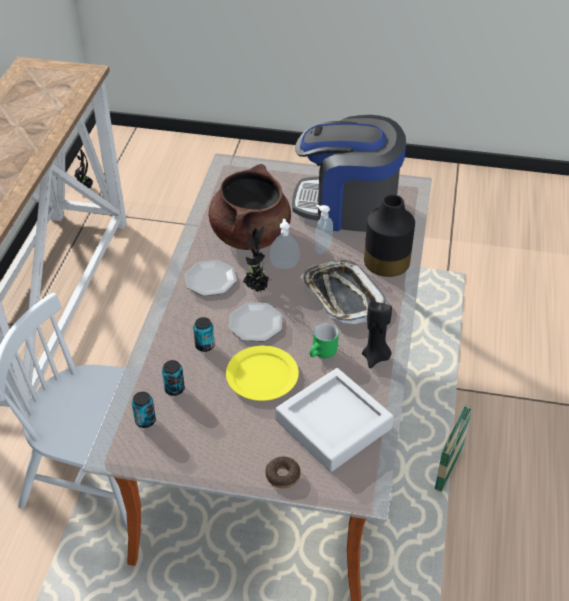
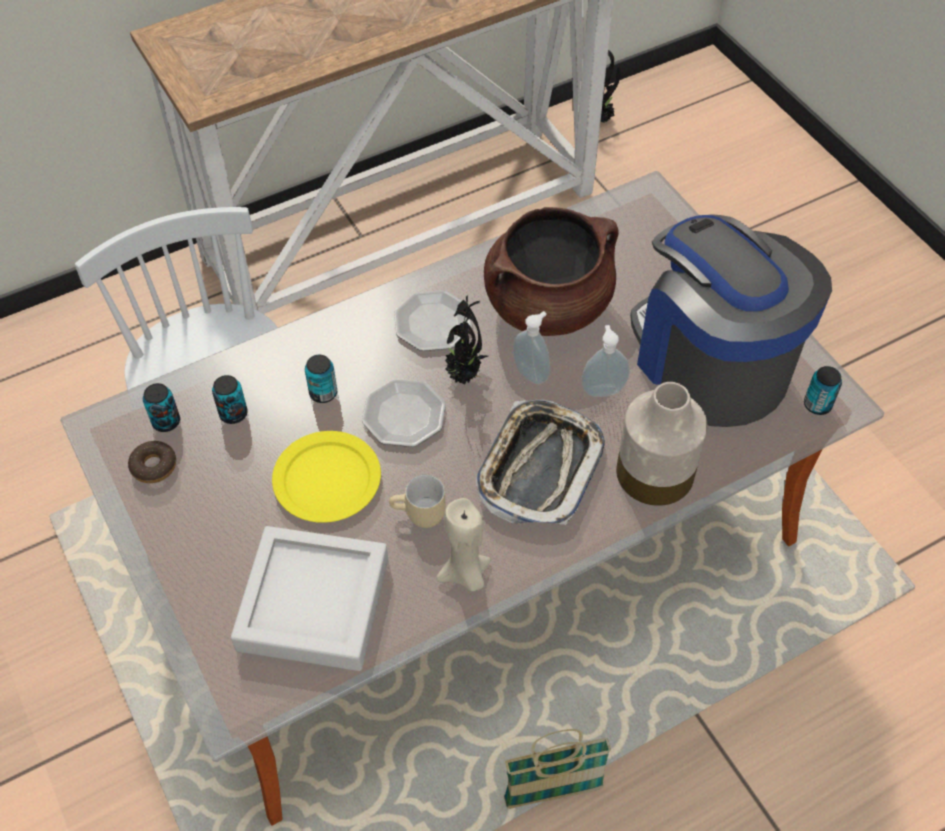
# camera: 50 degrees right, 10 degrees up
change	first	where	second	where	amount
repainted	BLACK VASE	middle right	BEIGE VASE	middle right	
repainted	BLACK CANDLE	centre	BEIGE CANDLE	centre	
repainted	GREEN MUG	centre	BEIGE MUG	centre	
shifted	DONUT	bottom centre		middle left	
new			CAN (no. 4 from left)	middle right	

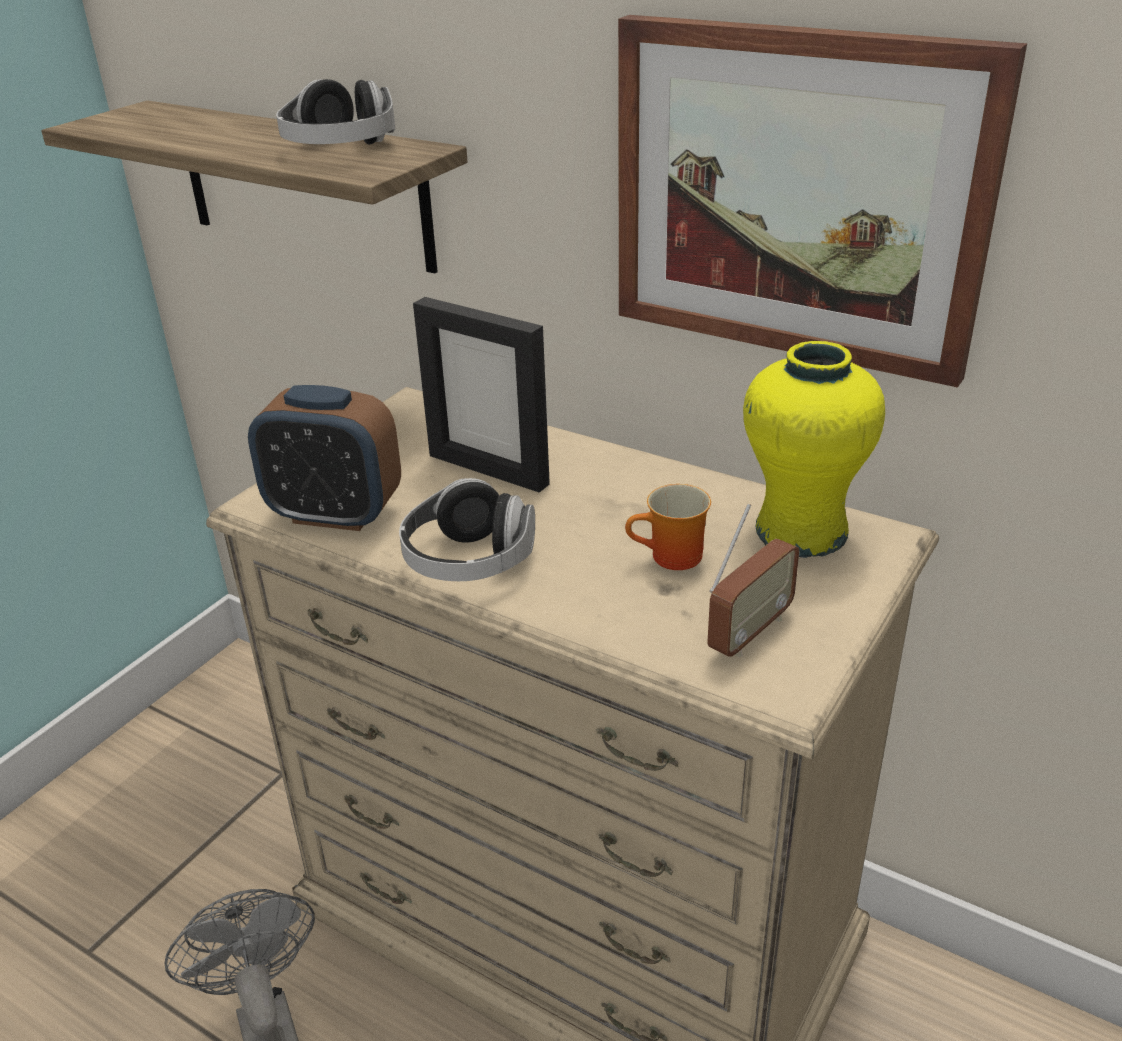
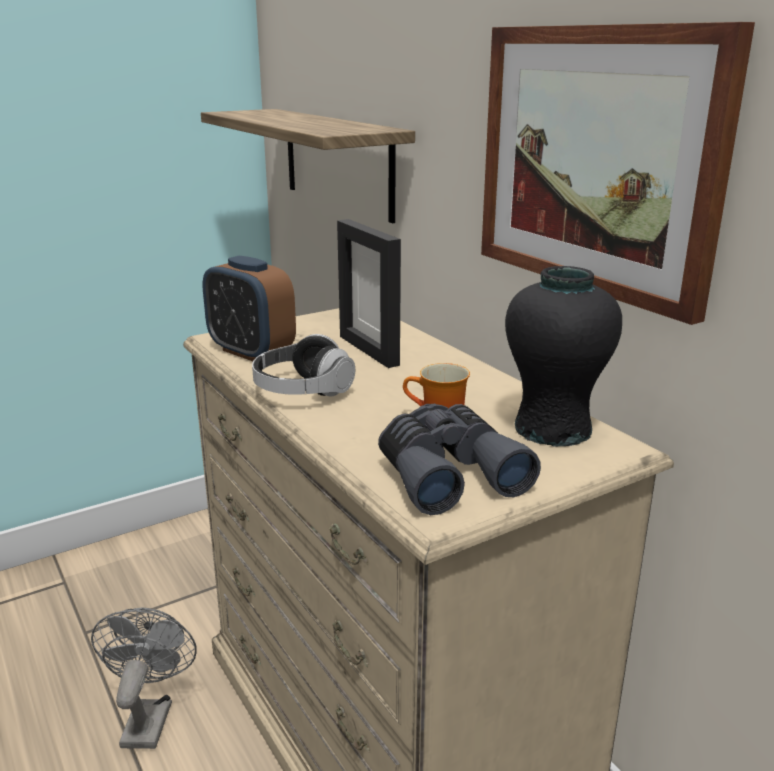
# camera: 25 degrees right, 10 degrees down
change	first	where	second	where	amount
gone	HEADPHONES (no. 1 from left)	top left			
repainted	YELLOW VASE	middle right	BLACK VASE	middle right	
swapped	RADIO	middle right	GREY BINOCULARS	centre	

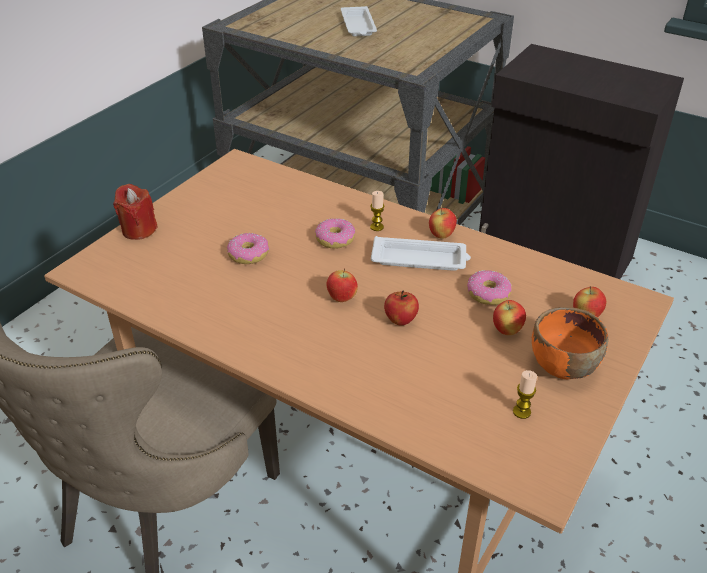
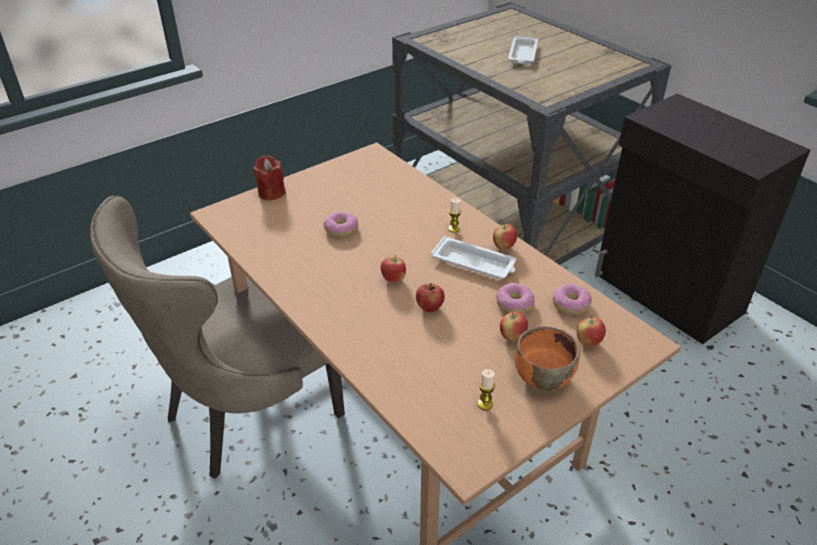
# camera: 20 degrees right, 0 degrees up
change	first	where	second	where	amount
shifted	DONUT (no. 2 from left in the first image)	centre	DONUT (no. 3 from left)	middle right	

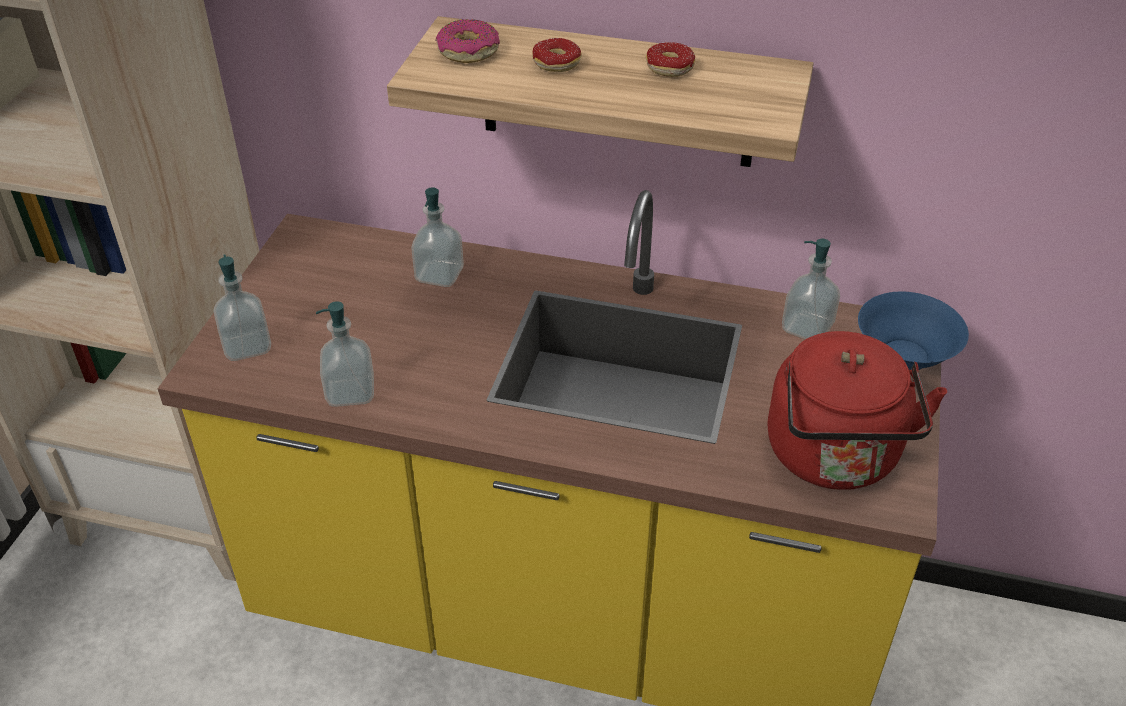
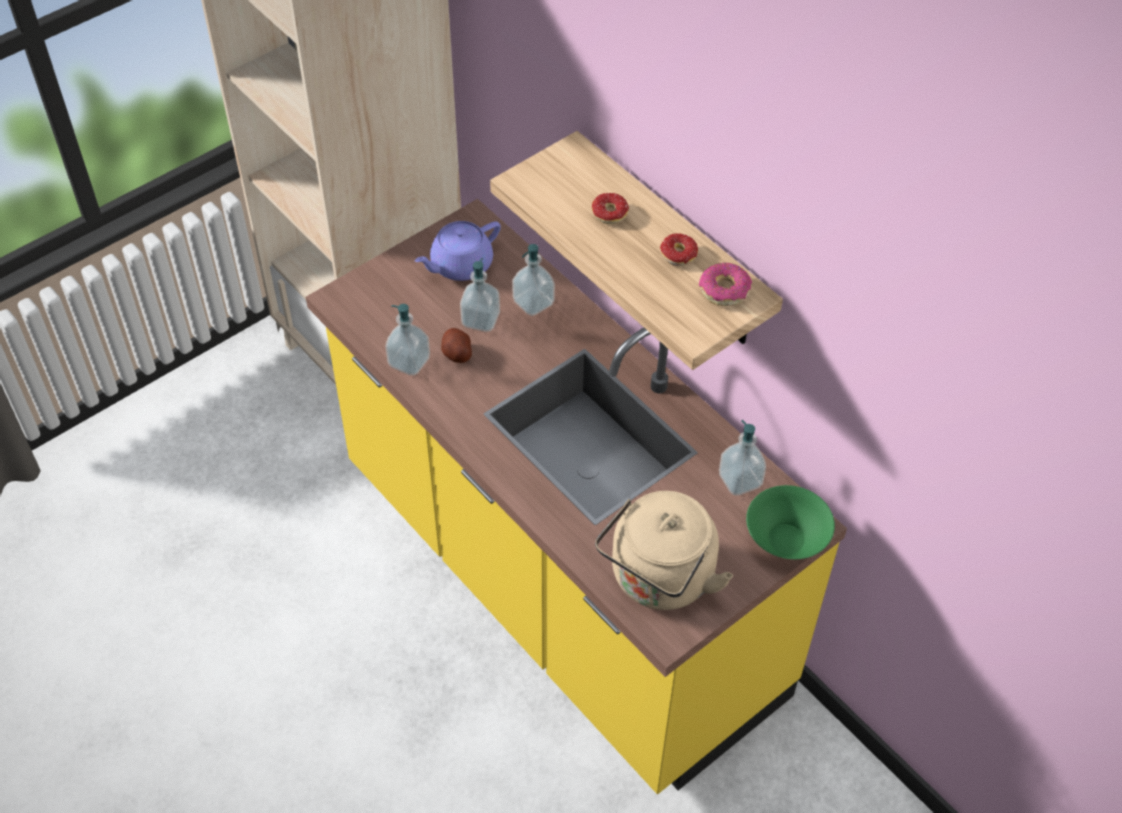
# camera: 35 degrees right, 10 degrees up
change	first	where	second	where	amount
shifted	DONUT (no. 1 from left in the first image)	top centre	DONUT (no. 3 from left)	centre	
shifted	SOAP DISPENSER (no. 1 from left in the first image)	middle left	SOAP DISPENSER (no. 2 from left)	centre	
repainted	BLUE BOWL	middle right	GREEN BOWL	middle right	
repainted	RED KETTLE	middle right	BEIGE KETTLE	bottom centre	
new			PURPLE TEAPOT	top centre	
new			POTATO	centre	

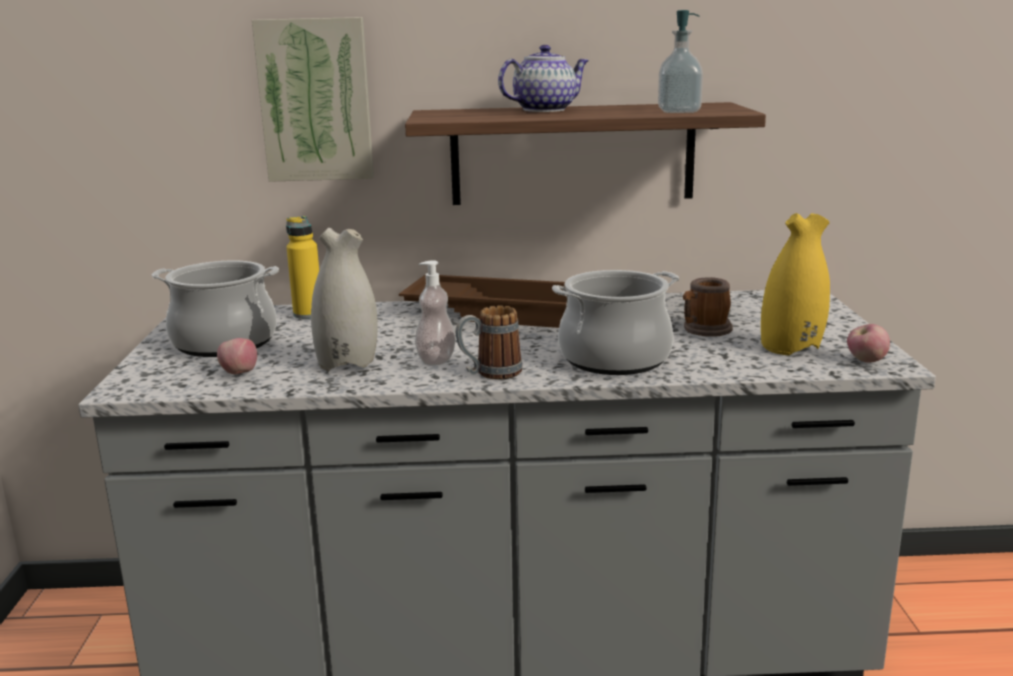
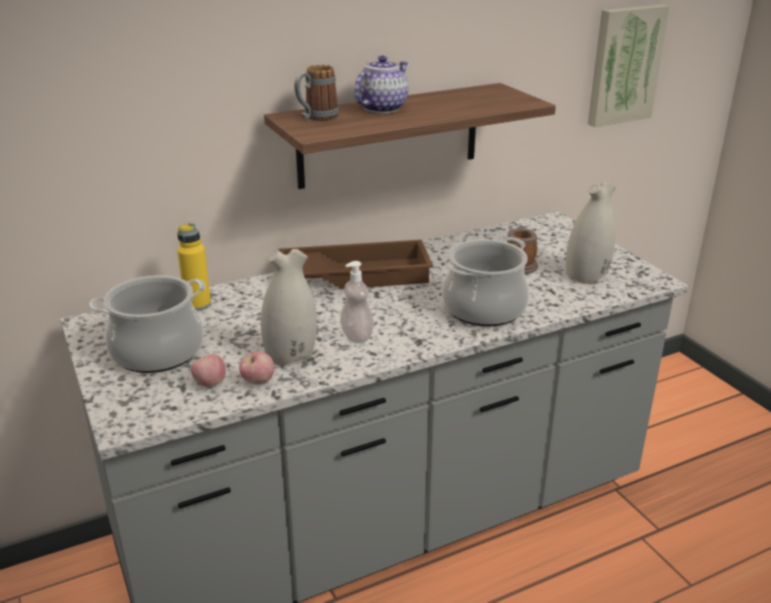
# camera: 25 degrees left, 10 degrees up
change	first	where	second	where	amount
gone	SOAP DISPENSER (no. 2 from left)	top right			
shifted	PICTURE	top left		top right	
repainted	YELLOW VASE	middle right	WHITE VASE (no. 2 from left)	middle right	
shifted	MUG (no. 1 from left)	centre		top centre	
shifted	APPLE (no. 2 from left)	middle right		centre	

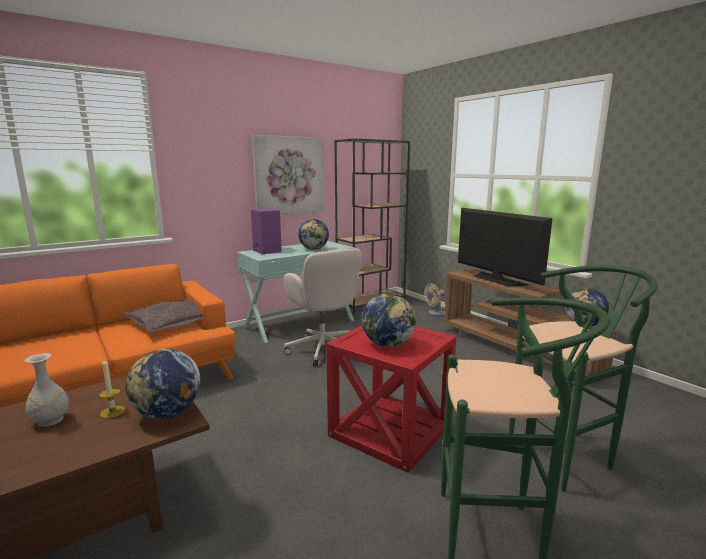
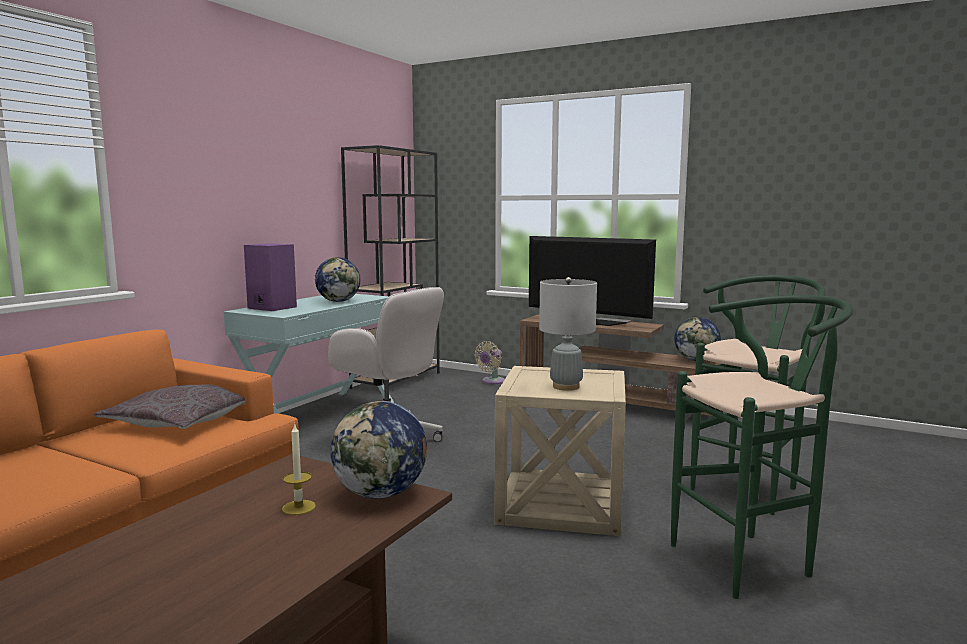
# camera: 25 degrees left, 5 degrees down
change	first	where	second	where	amount
gone	PICTURE	top centre			
swapped	GLOBE (no. 3 from left)	centre	GREY TABLE LAMP	centre	
repainted	RED SIDE TABLE	bottom centre	BEIGE SIDE TABLE	bottom centre	
gone	WHITE VASE	bottom left			

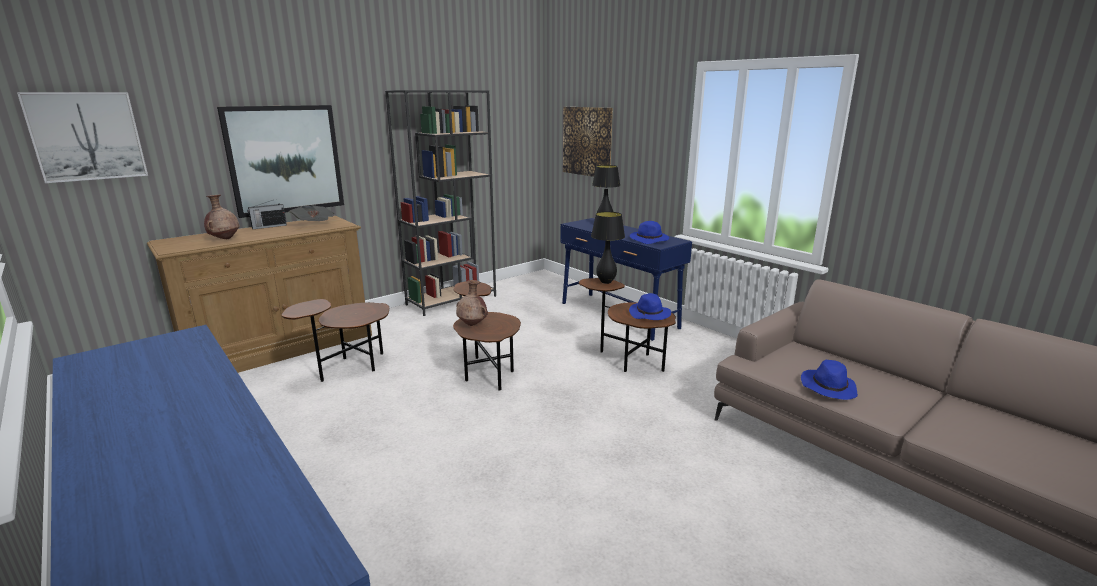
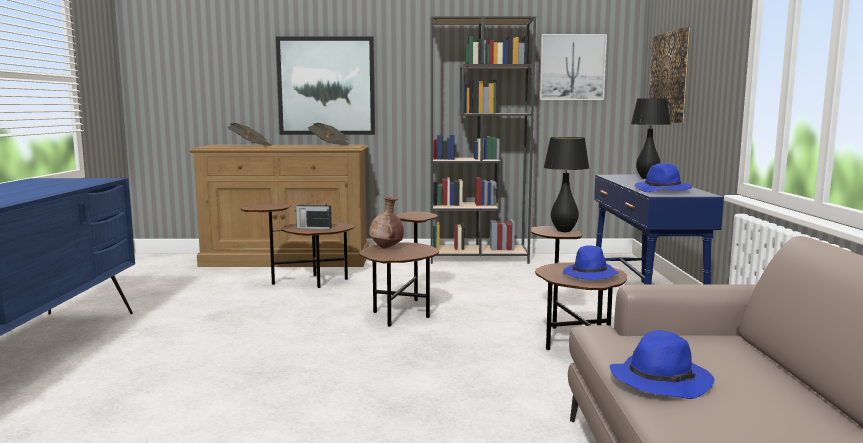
# camera: 40 degrees right, 10 degrees down
change	first	where	second	where	amount
shifted	PICTURE (no. 1 from left in the first image)	top left	PICTURE (no. 2 from left)	top centre	
swapped	BROWN VASE (no. 1 from left)	middle left	NEWSPAPER (no. 1 from left)	top left	
shifted	RADIO	middle left		centre	

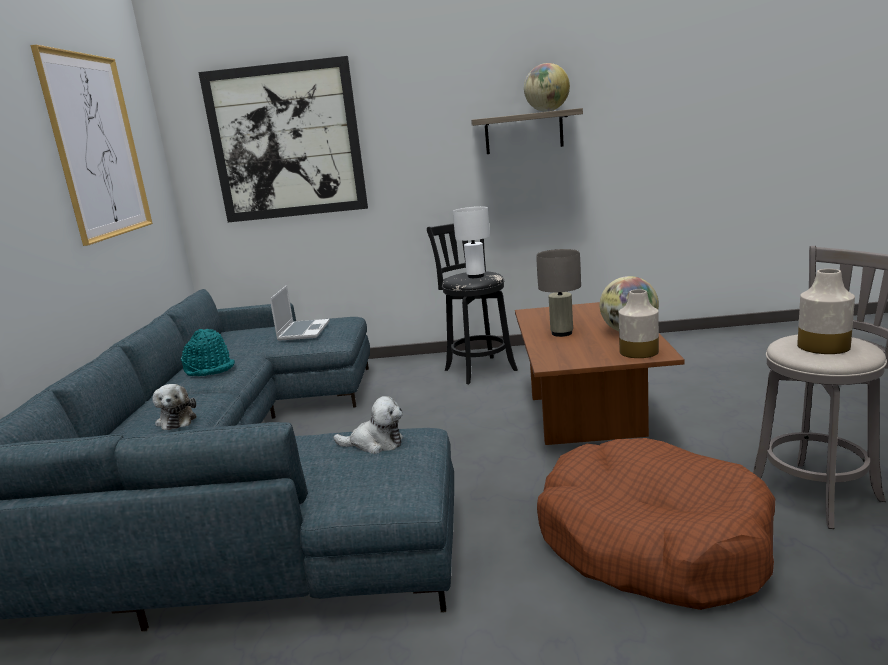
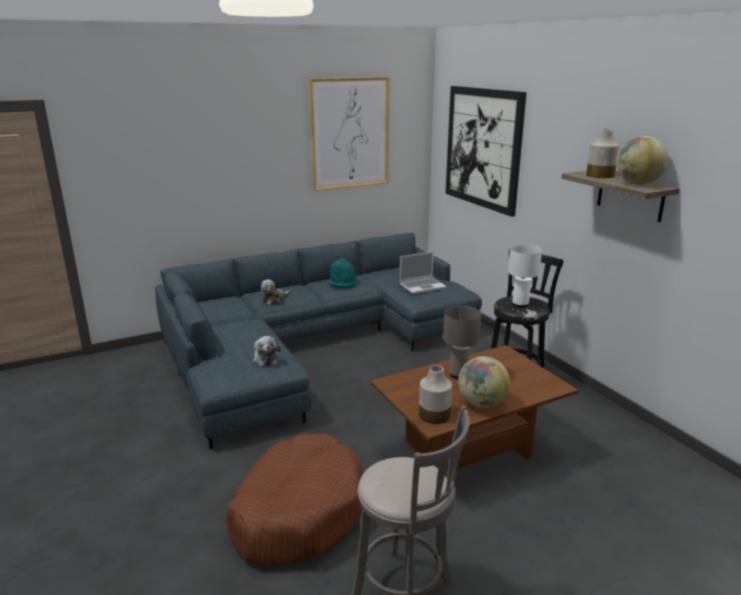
# camera: 60 degrees right, 5 degrees up
change	first	where	second	where	amount
shifted	BEIGE VASE (no. 2 from left)	middle right		top right	

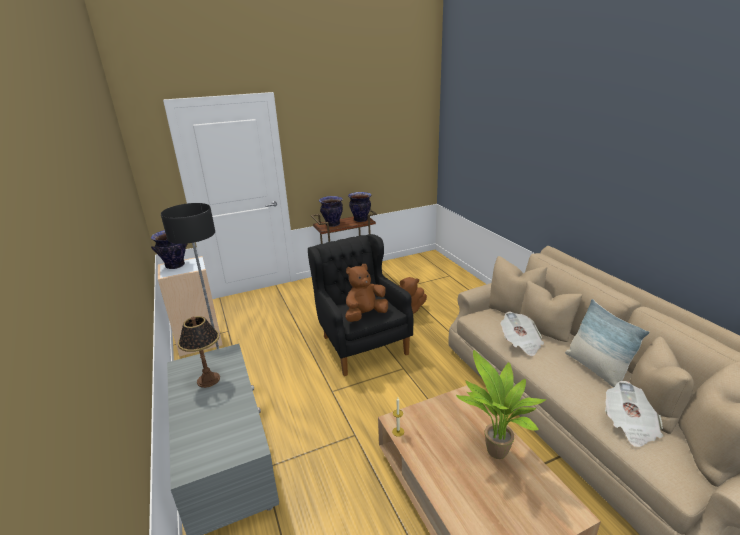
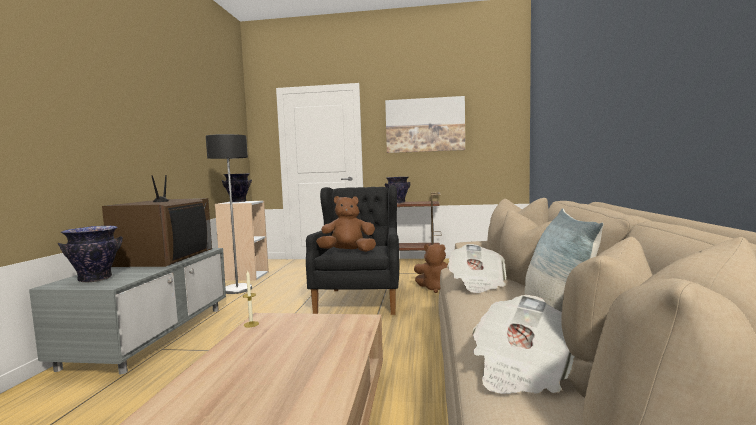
# camera: 30 degrees right, 20 degrees down
change	first	where	second	where	amount
shifted	VASE (no. 3 from left in the first image)	centre	VASE (no. 1 from left)	middle left	
swapped	TABLE LAMP	middle left	TELEVISION	middle left	
gone	POTTED PLANT	bottom right			
new			PICTURE	top centre	

